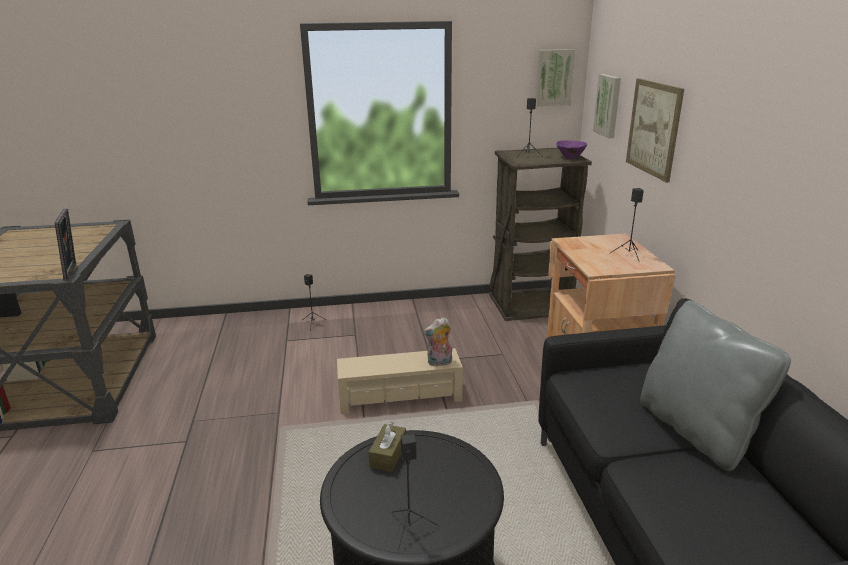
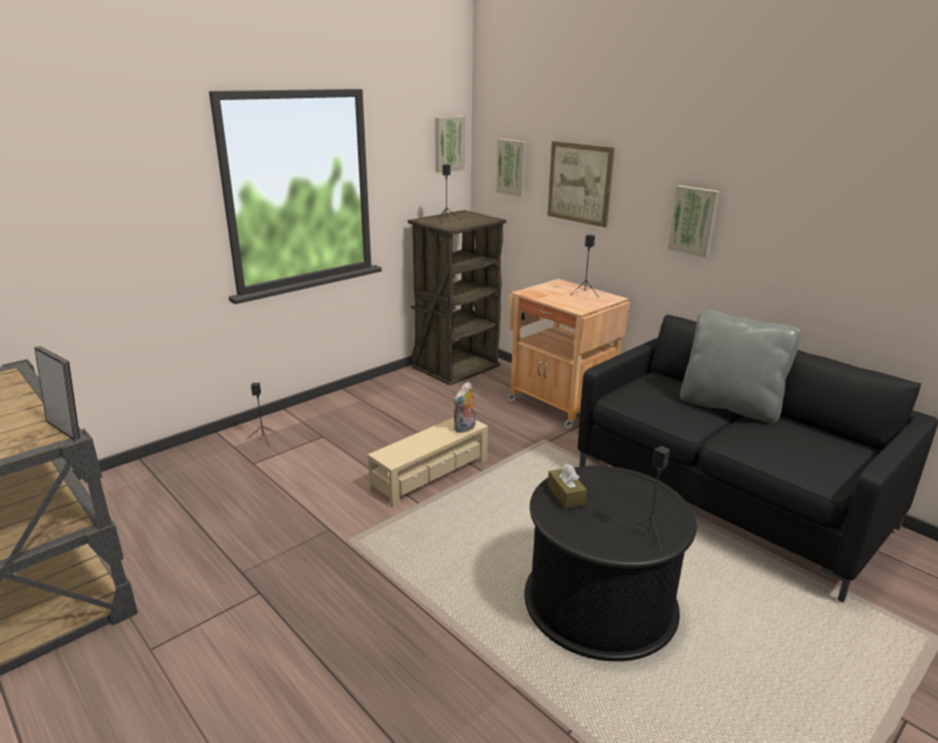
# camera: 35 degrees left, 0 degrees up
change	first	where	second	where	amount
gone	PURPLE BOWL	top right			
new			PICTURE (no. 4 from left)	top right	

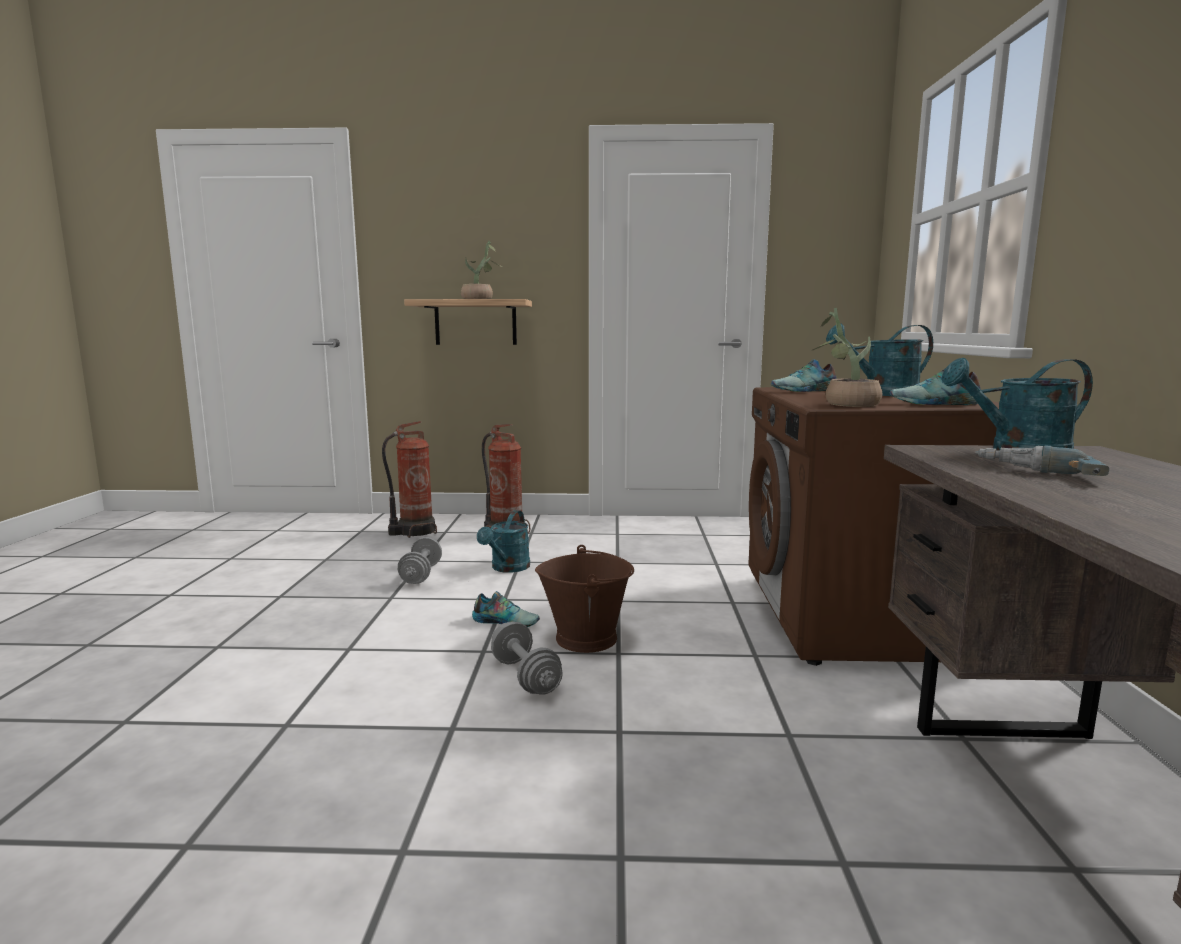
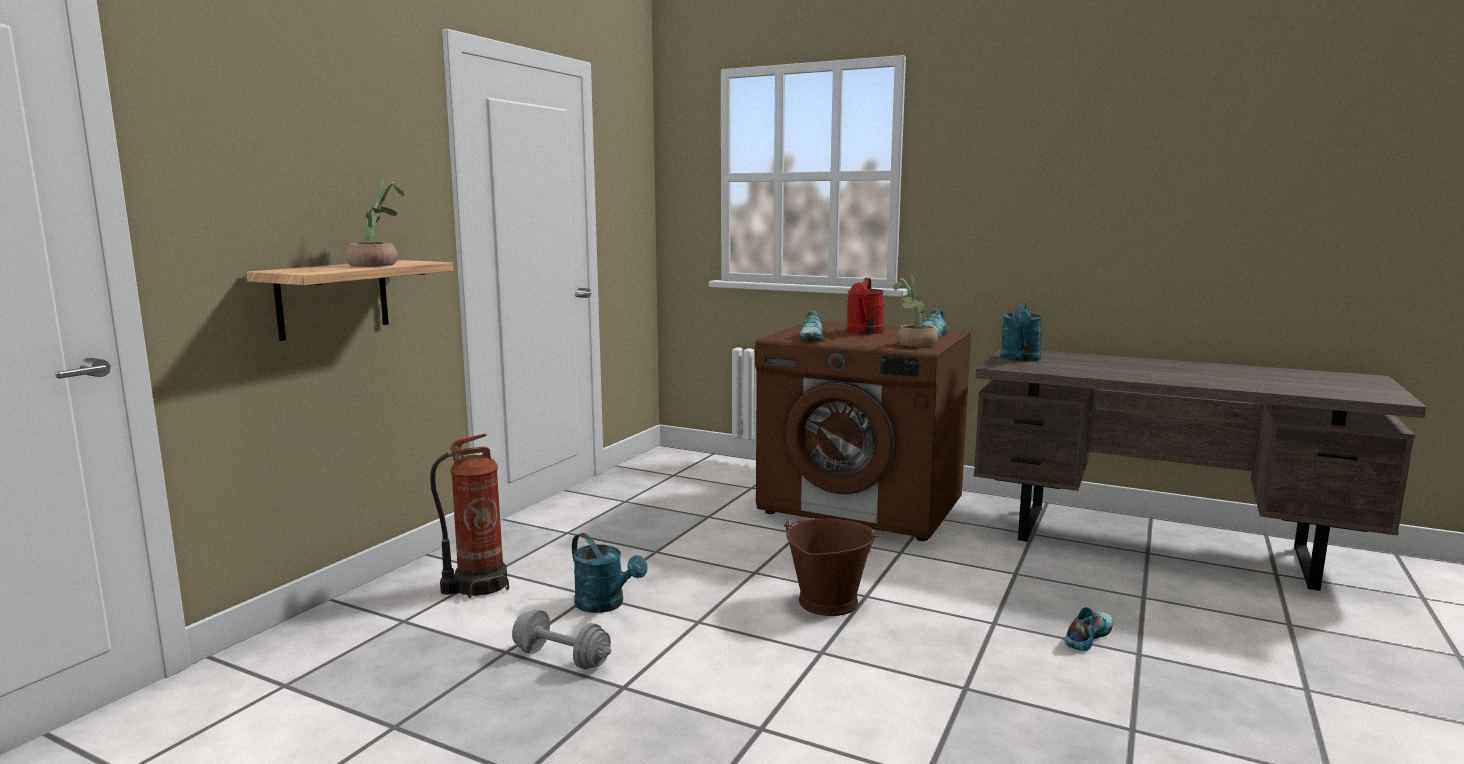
# camera: 65 degrees left, 0 degrees up
change	first	where	second	where	amount
repainted	TURQUOISE WATERING CAN (no. 2 from left)	middle right	RED WATERING CAN	centre	
gone	FIRE EXTINGUISHER (no. 1 from left)	centre			
gone	POWER DRILL	middle right			
shifted	SHOE (no. 1 from left in the first image)	centre	SHOE (no. 3 from left)	bottom right	
gone	GREY DUMBBELL (no. 2 from left)	bottom centre			

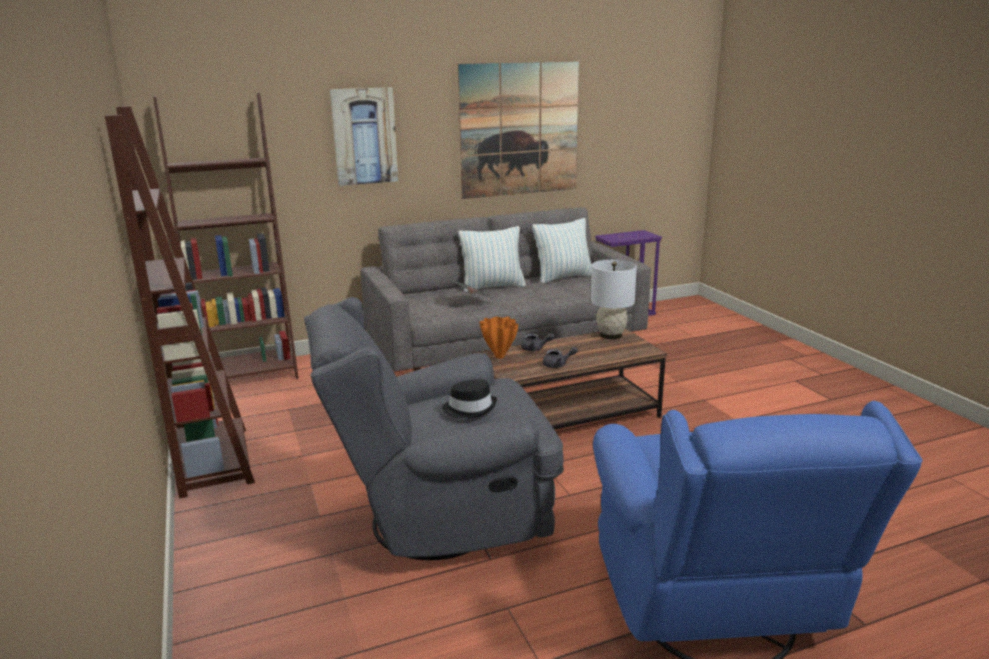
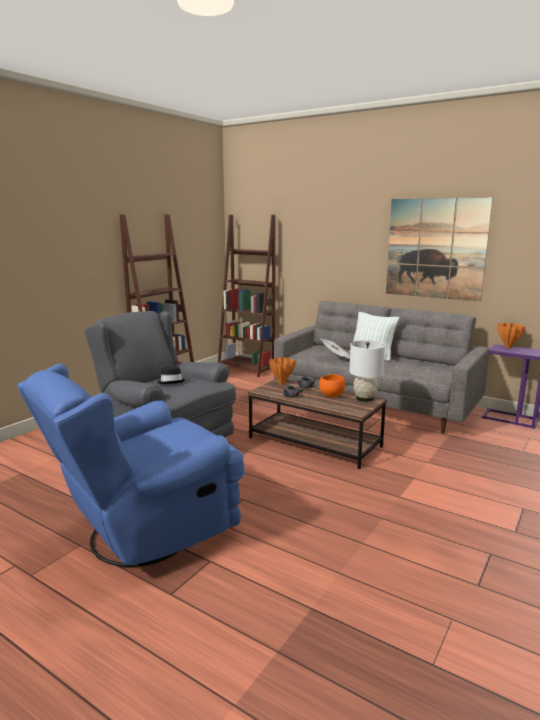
# camera: 55 degrees right, 5 degrees down
change	first	where	second	where	amount
gone	PICTURE (no. 1 from left)	top centre			
gone	PILLOW (no. 2 from left)	centre			
new			ORANGE VASE (no. 2 from left)	middle right	
new			ORANGE BOWL	centre	

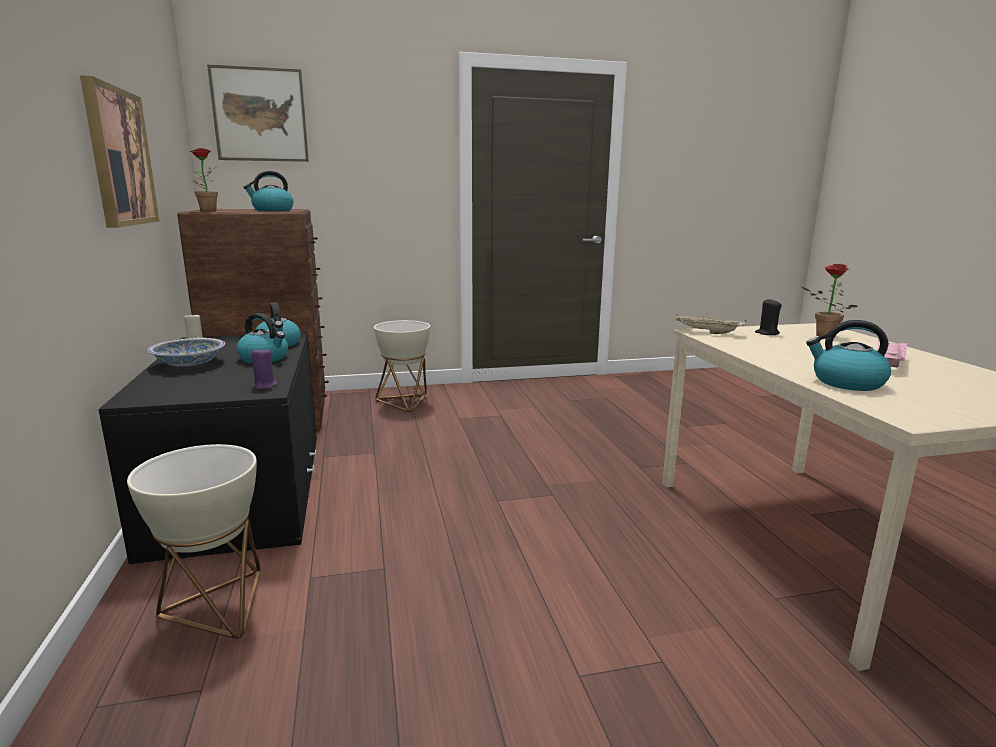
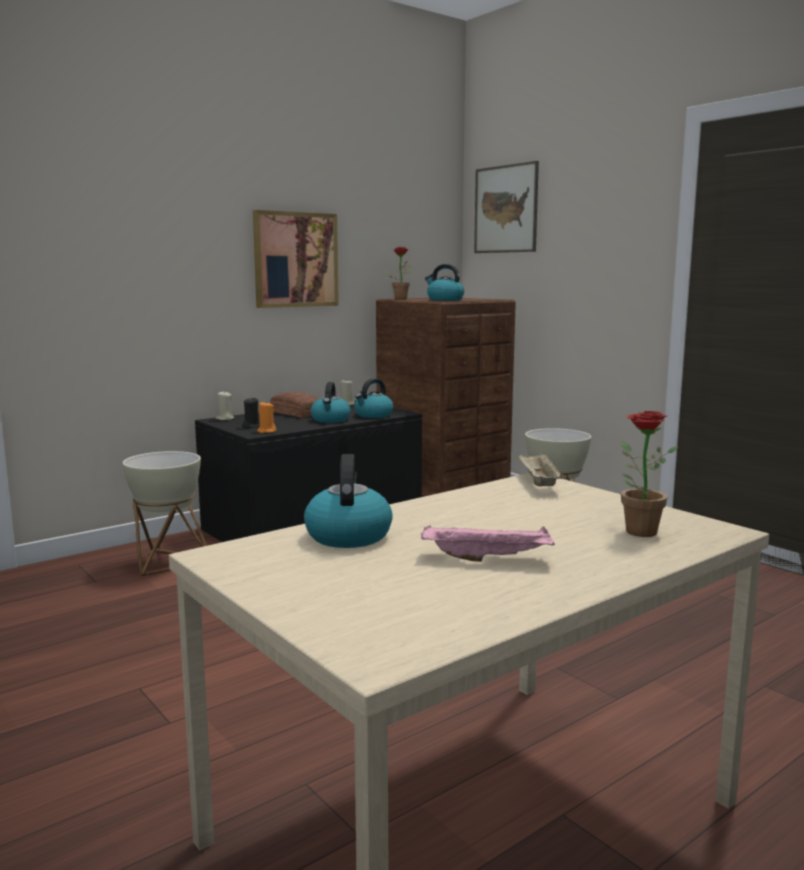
# camera: 65 degrees right, 5 degrees down
change	first	where	second	where	amount
shifted	BLACK CANDLE	middle right		middle left	
swapped	BOWL	middle left	BREAD	centre	
repainted	PURPLE CANDLE	middle left	ORANGE CANDLE	middle left	
new			BEIGE CANDLE (no. 1 from left)	middle left	

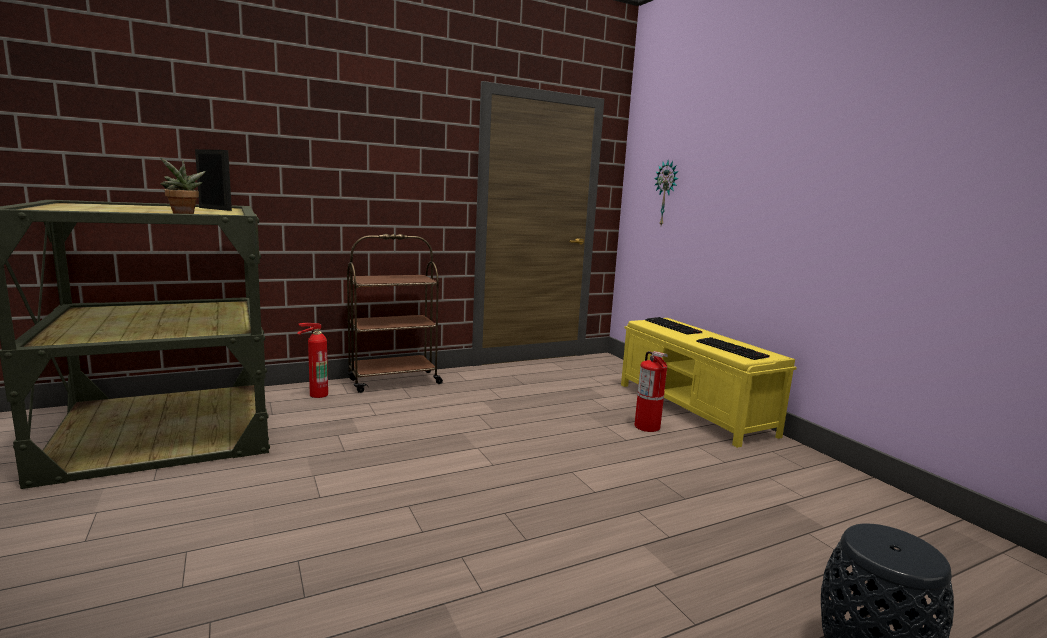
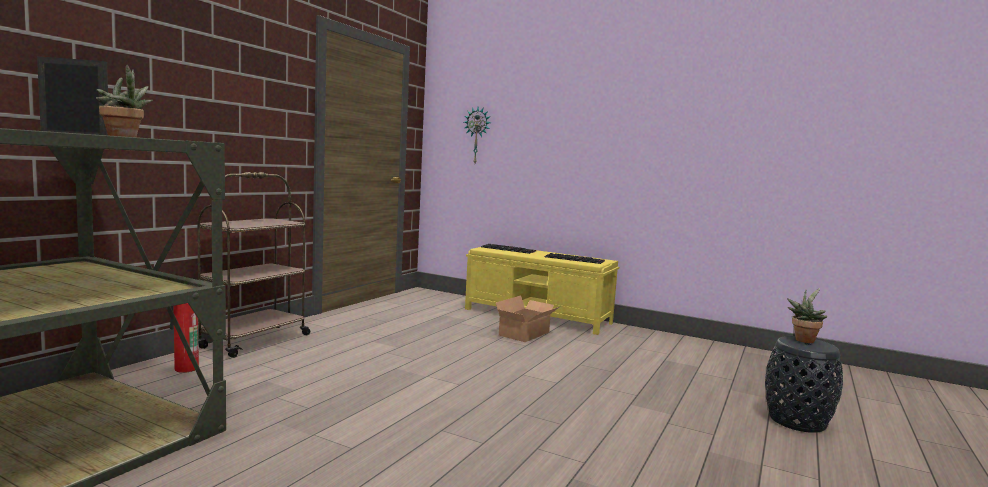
# camera: 35 degrees left, 5 degrees down
change	first	where	second	where	amount
swapped	FIRE EXTINGUISHER (no. 2 from left)	centre	CARDBOARD BOX	centre	
new			POTTED PLANT (no. 2 from left)	middle right	

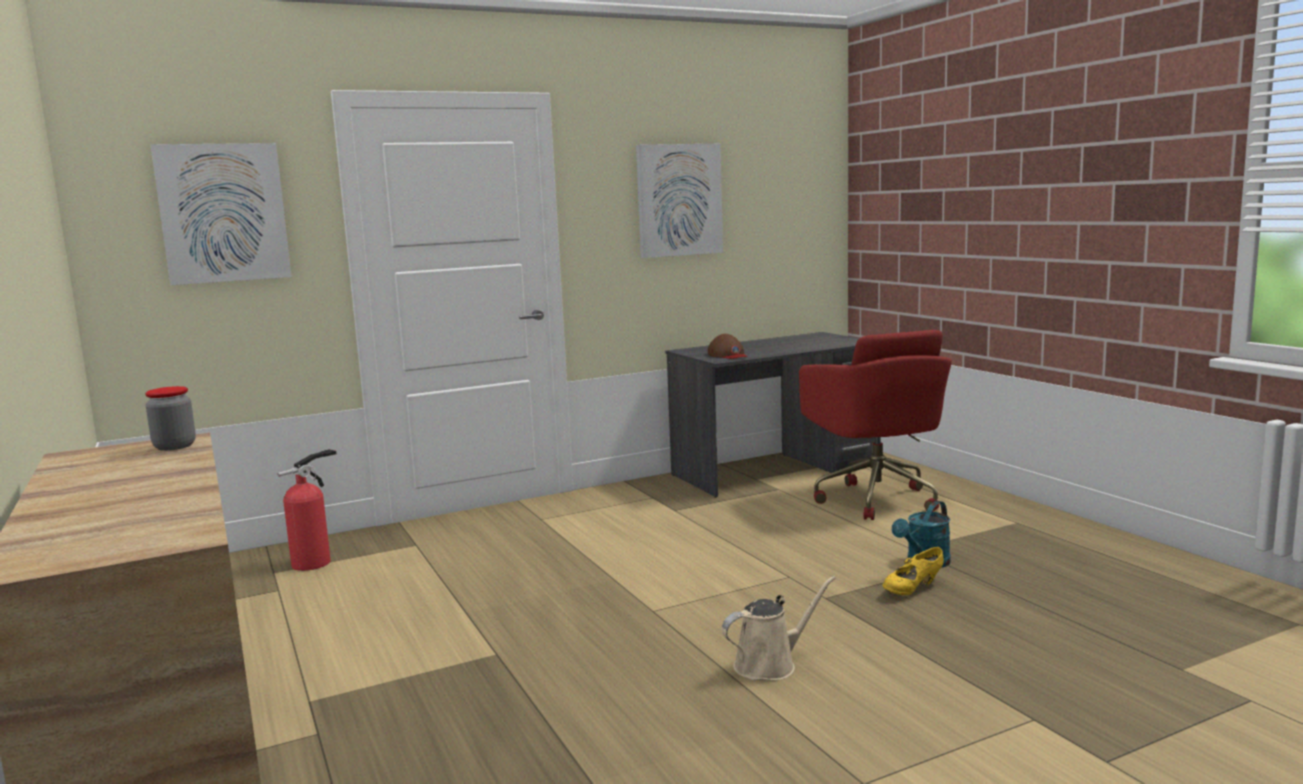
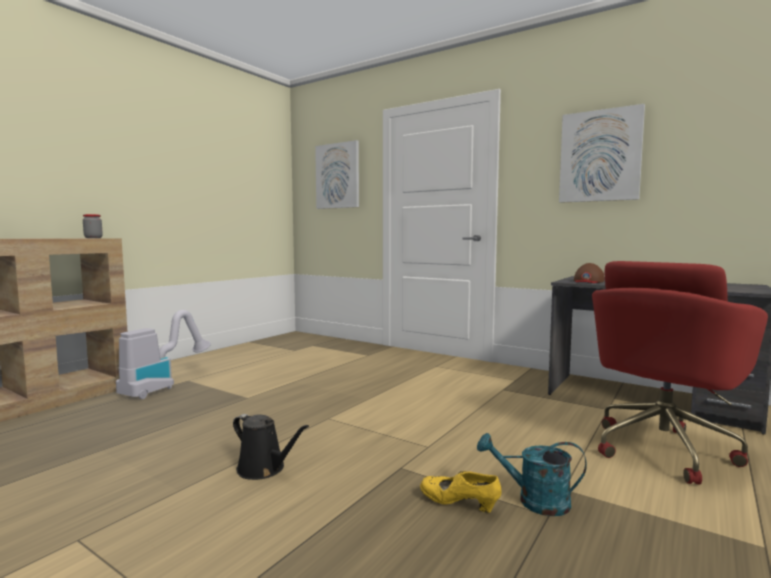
# camera: 60 degrees right, 5 degrees down
change	first	where	second	where	amount
gone	FIRE EXTINGUISHER	middle left			
repainted	BEIGE WATERING CAN	bottom centre	BLACK WATERING CAN	bottom centre	
new			VACUUM CLEANER	middle left	

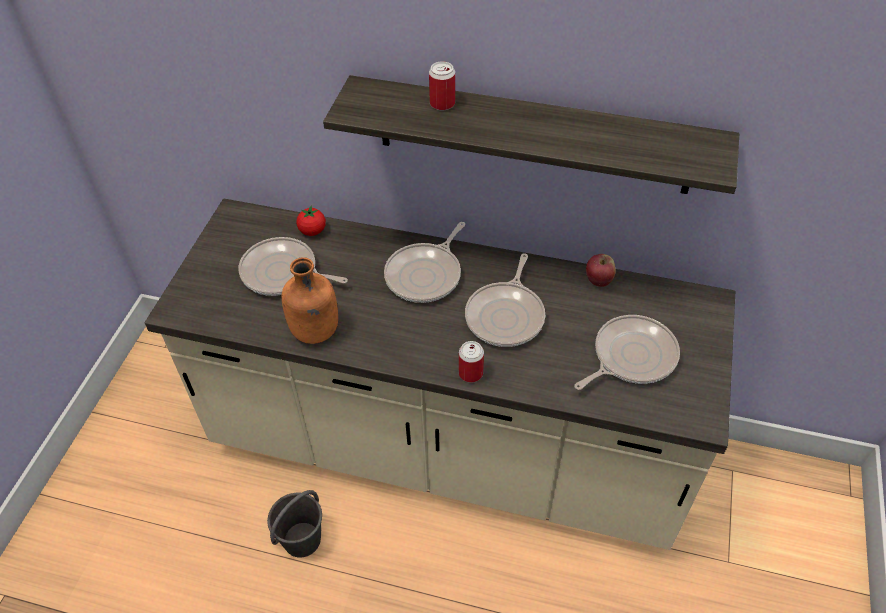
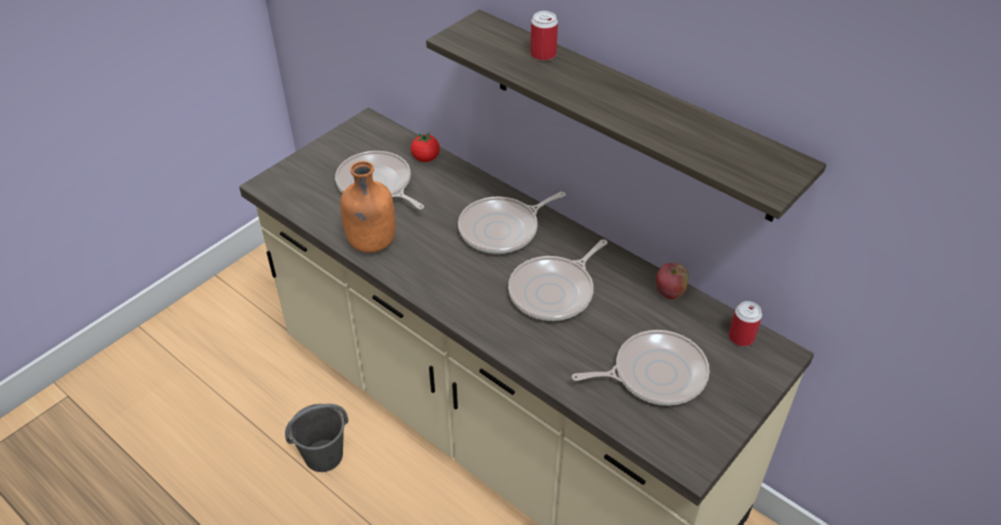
# camera: 25 degrees right, 5 degrees down
change	first	where	second	where	amount
shifted	CAN (no. 2 from left)	centre		middle right	

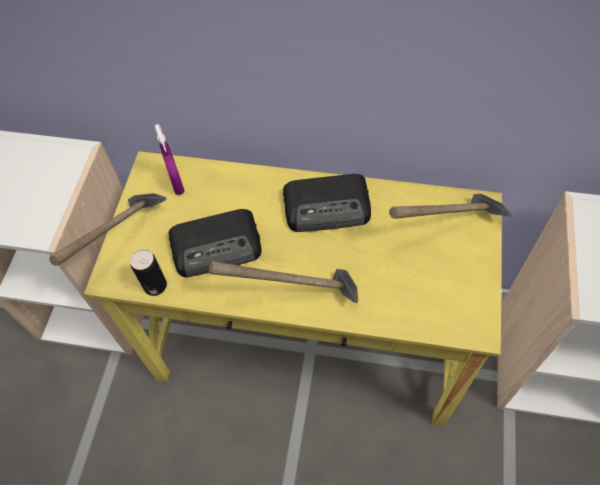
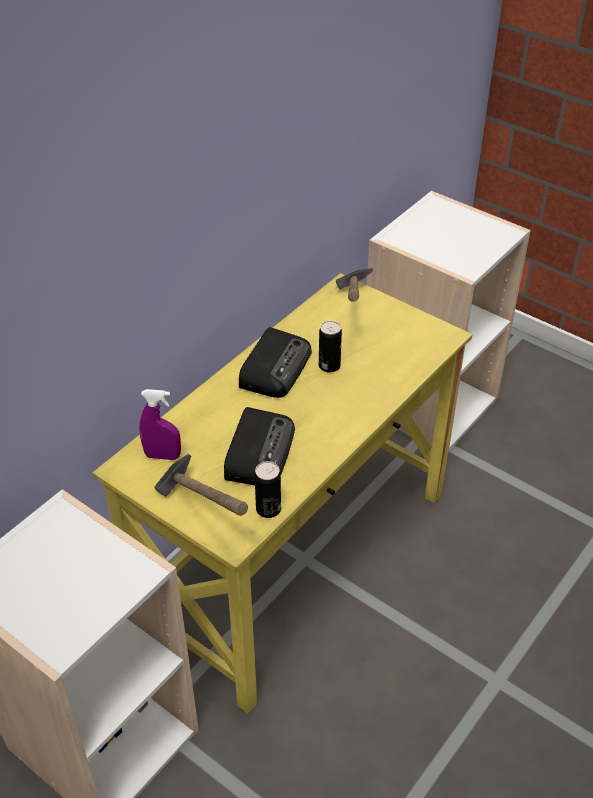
# camera: 65 degrees left, 15 degrees down
change	first	where	second	where	amount
gone	HAMMER (no. 2 from left)	centre			
new			CAN (no. 2 from left)	centre	

